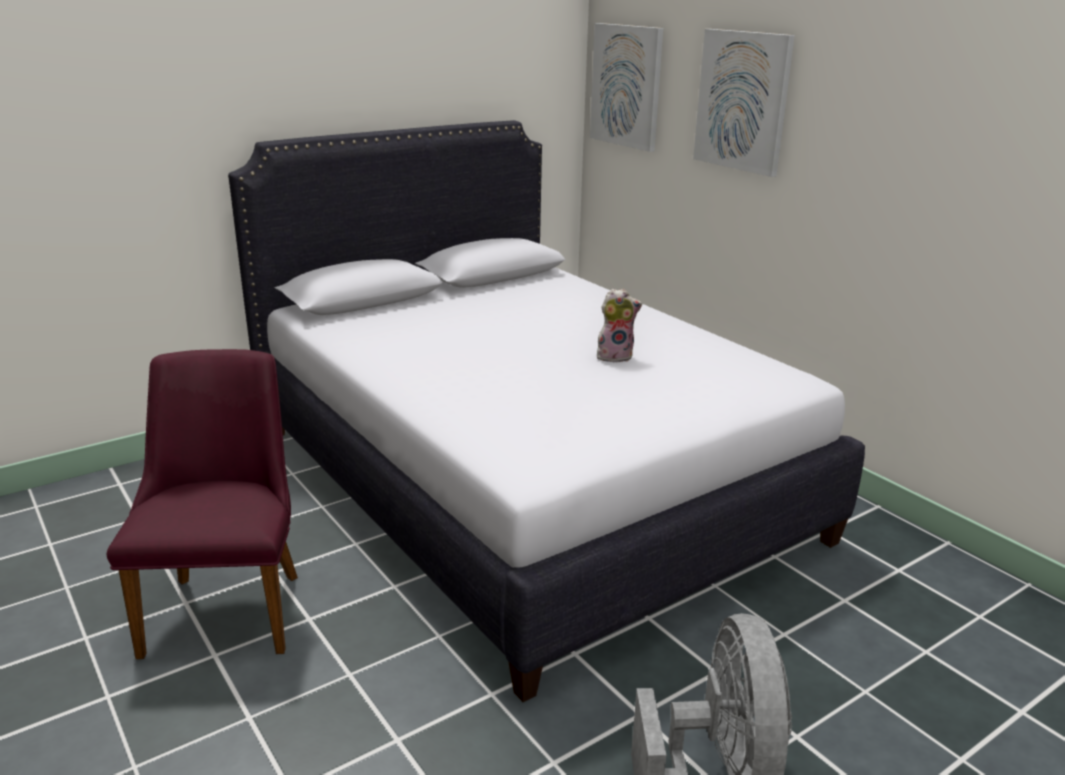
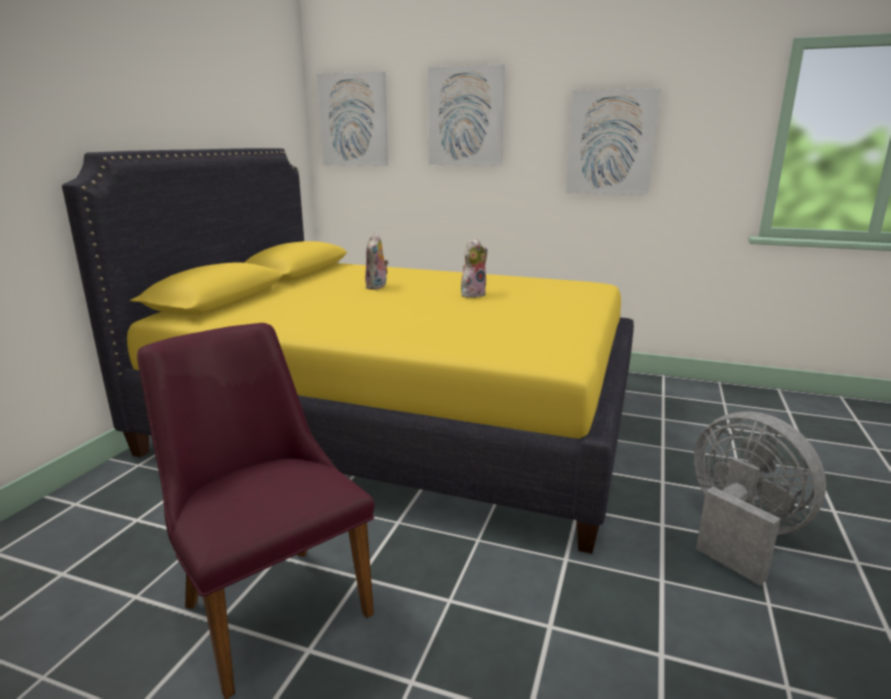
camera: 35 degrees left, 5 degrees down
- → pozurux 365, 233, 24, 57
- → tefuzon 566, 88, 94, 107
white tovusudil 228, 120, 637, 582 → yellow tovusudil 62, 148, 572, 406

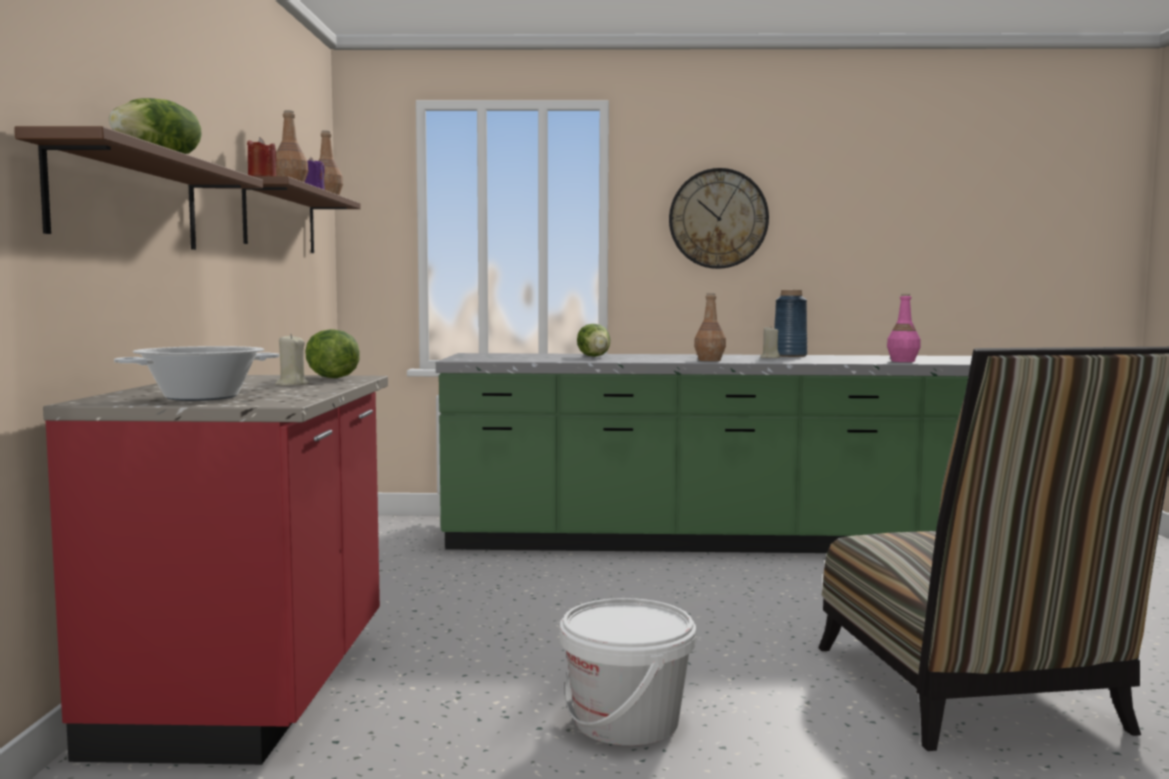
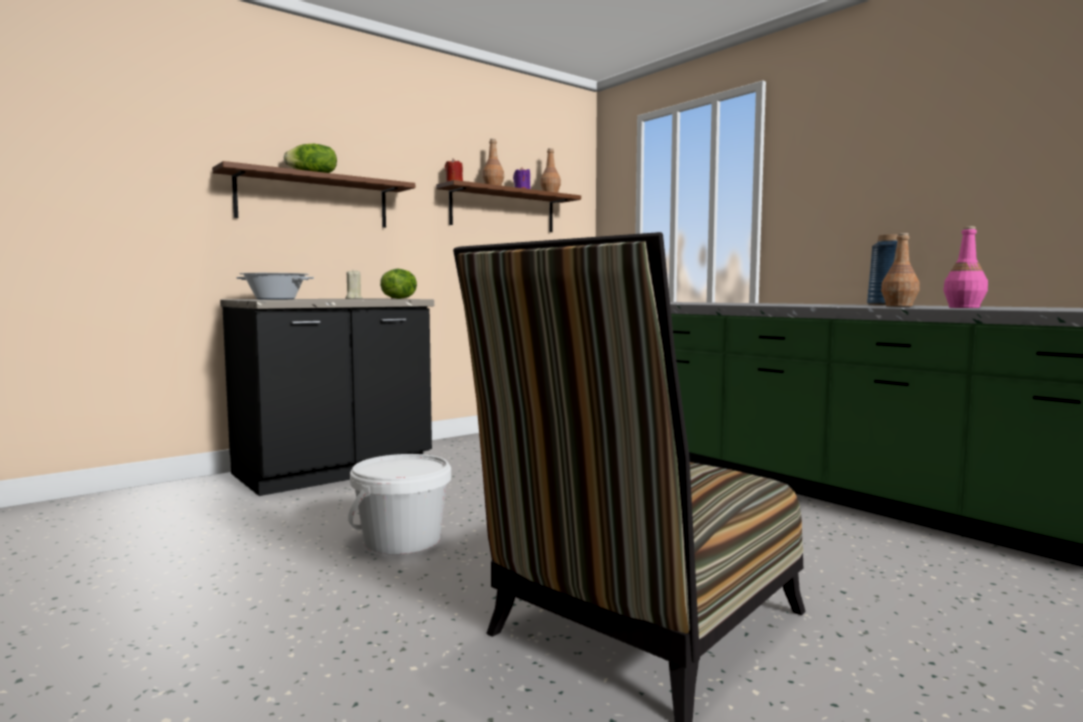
camera: 50 degrees right, 0 degrees up
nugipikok 577, 324, 33, 33 → -
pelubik 669, 168, 100, 101 → -
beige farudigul 760, 327, 20, 31 → -
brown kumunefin 694, 293, 32, 68 → brown kumunefin 881, 233, 38, 74, move
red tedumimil 43, 375, 345, 390 → black tedumimil 220, 298, 214, 198

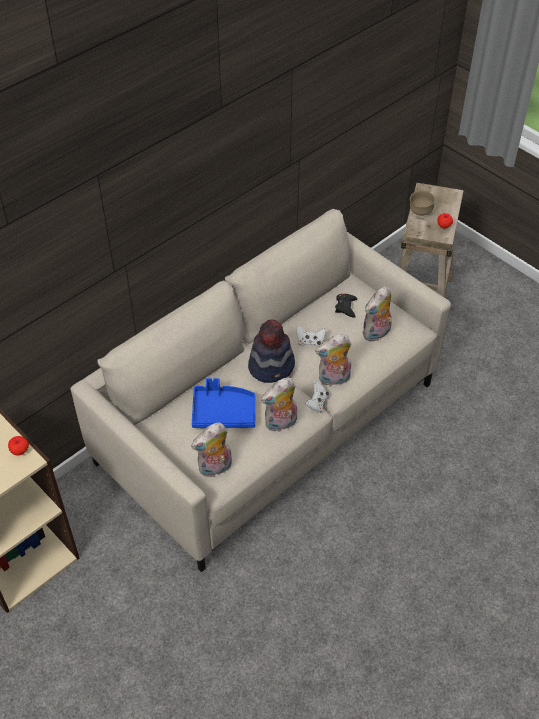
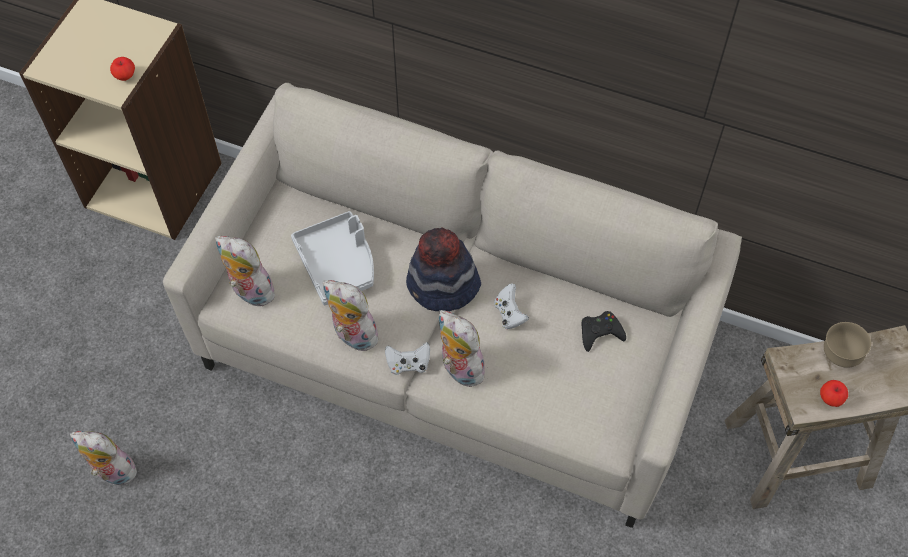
camera: 65 degrees right, 10 degrees up
pozurux 362, 286, 30, 56 → pozurux 70, 431, 72, 54, move
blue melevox 192, 378, 63, 50 → grey melevox 291, 211, 83, 94

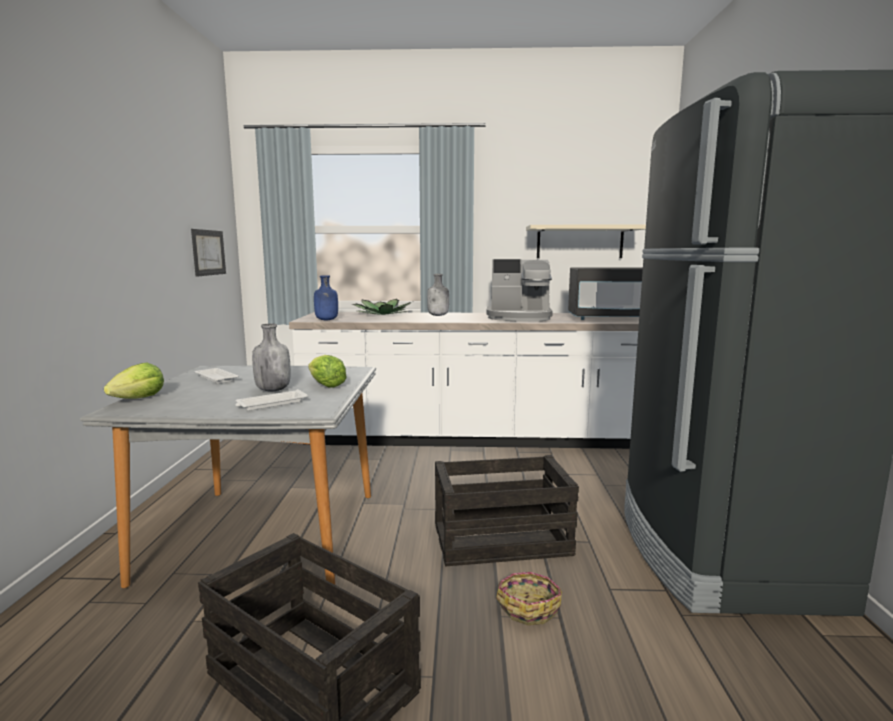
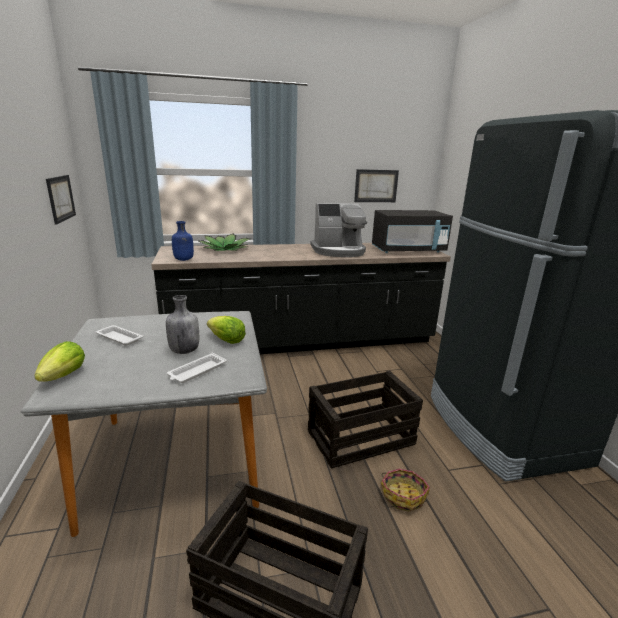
camera: 15 degrees left, 10 degrees up
grey kumunefin 427, 274, 22, 42 → -
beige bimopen 526, 224, 120, 34 → tefuzon 354, 169, 45, 33
white tedumimil 289, 312, 350, 137 → black tedumimil 151, 243, 300, 111

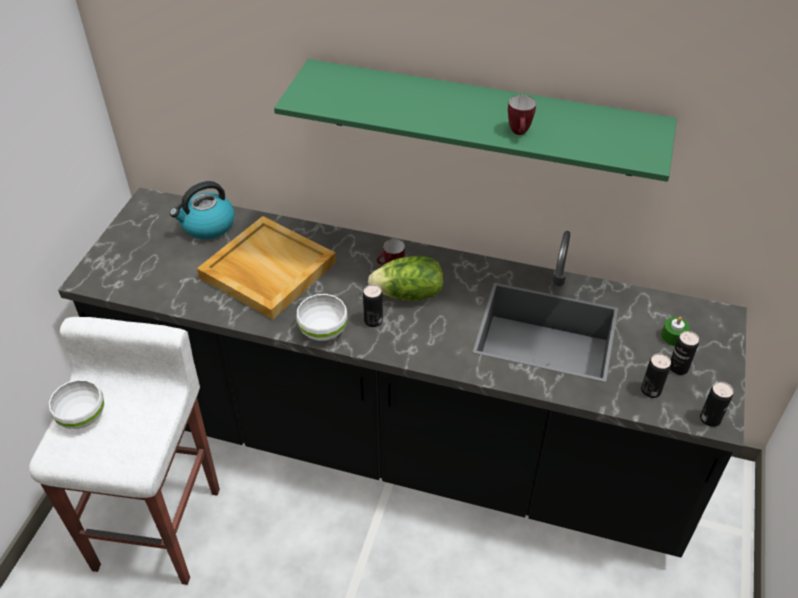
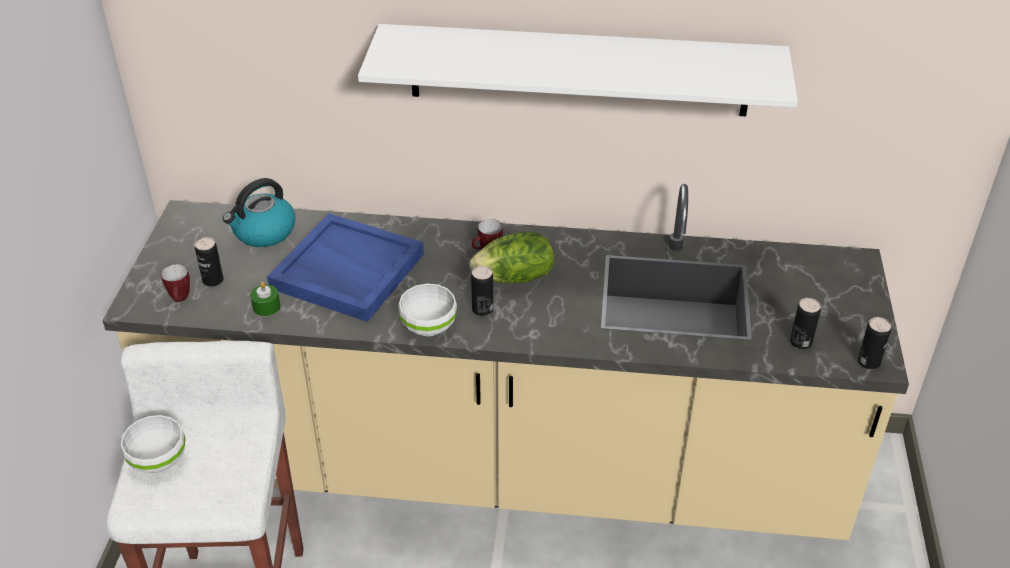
camera: 10 degrees left, 5 degrees down
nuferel 508, 95, 28, 40 → nuferel 161, 264, 29, 38, move
green farudigul 661, 317, 29, 29 → green farudigul 250, 282, 30, 34, move
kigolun 670, 331, 29, 44 → kigolun 195, 237, 29, 49, move
black tedumimil 58, 187, 689, 371 → beige tedumimil 102, 184, 807, 356
beige melevox 197, 216, 139, 104 → blue melevox 267, 213, 157, 109
green bimopen 274, 59, 403, 123 → white bimopen 358, 24, 440, 92

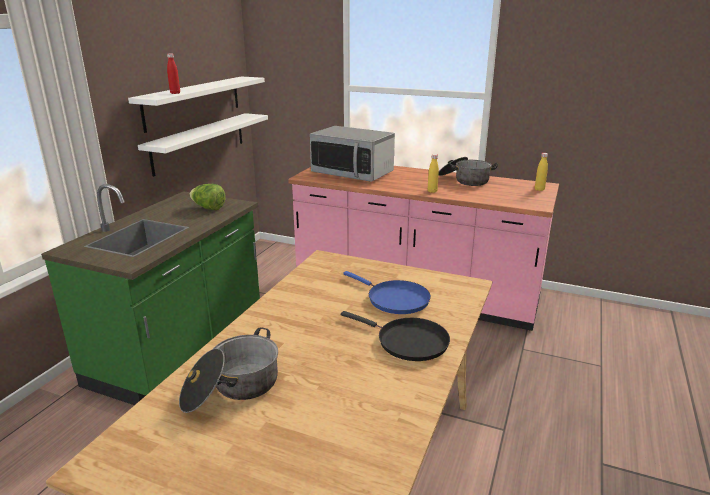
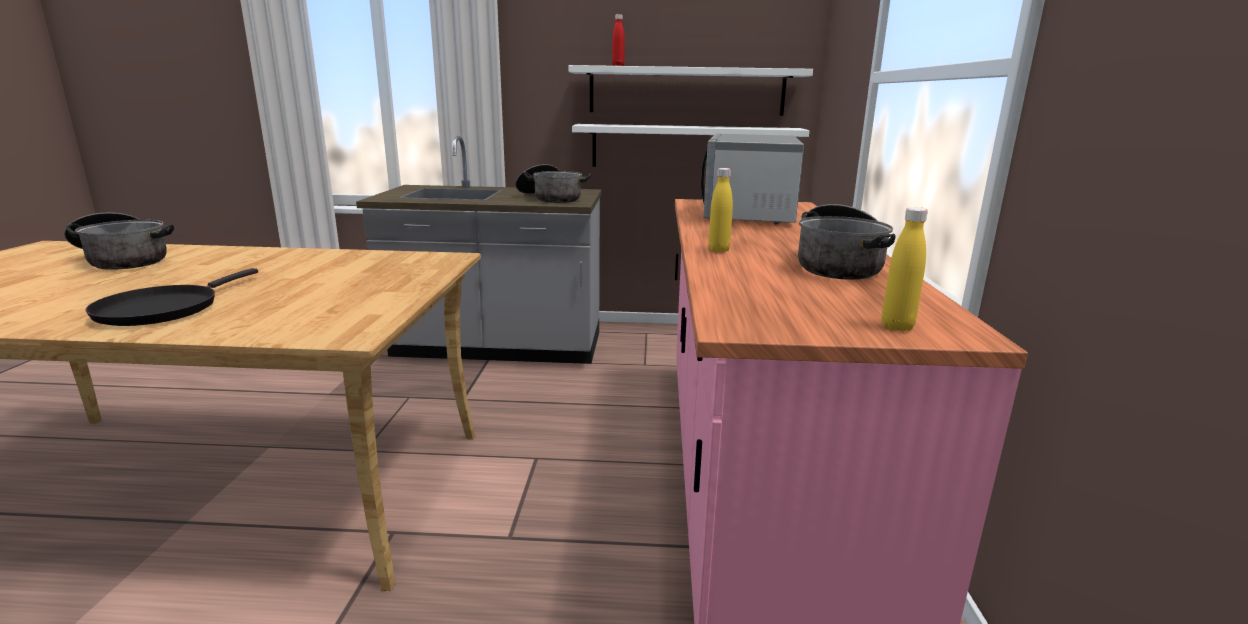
camera: 70 degrees right, 5 degrees down
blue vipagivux 343, 271, 88, 43 → -
nugipikok 190, 184, 36, 26 → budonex 515, 164, 76, 39
green tedumimil 41, 184, 219, 221 → grey tedumimil 356, 136, 246, 228

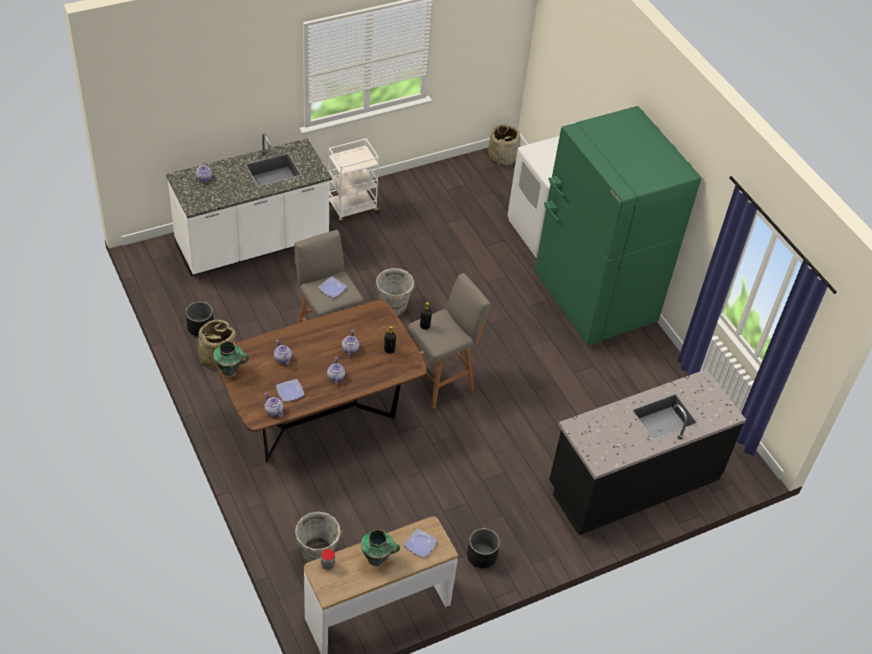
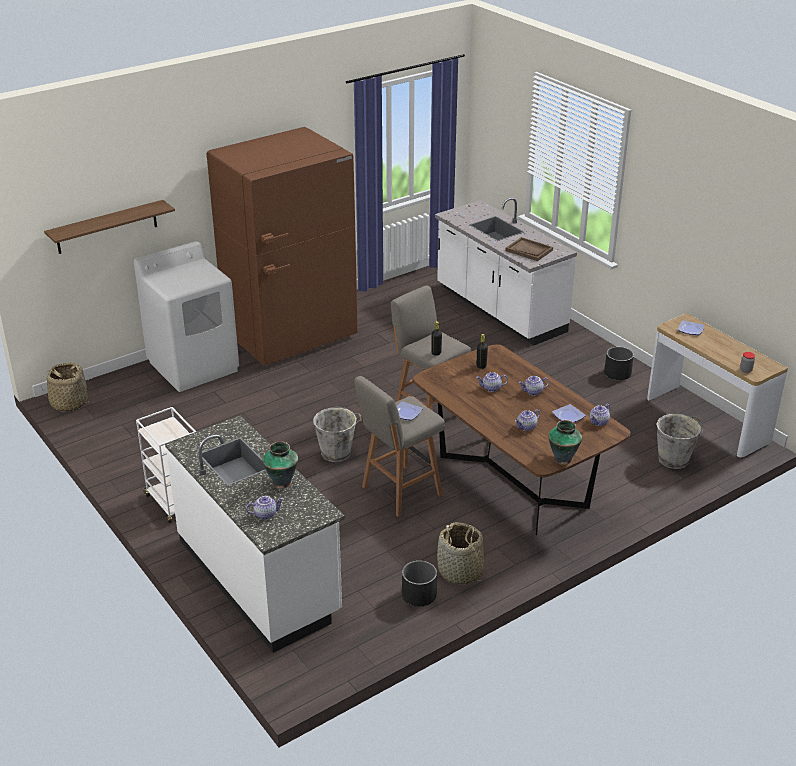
camera: 95 degrees left, 15 degrees down
- → bimopen 44, 200, 131, 54
- → brown melevox 505, 237, 48, 24
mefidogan 361, 529, 39, 38 → mefidogan 263, 441, 35, 48, move
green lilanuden 535, 106, 166, 240 → brown lilanuden 207, 127, 151, 239
black tedumimil 549, 369, 197, 166 → white tedumimil 435, 197, 142, 148

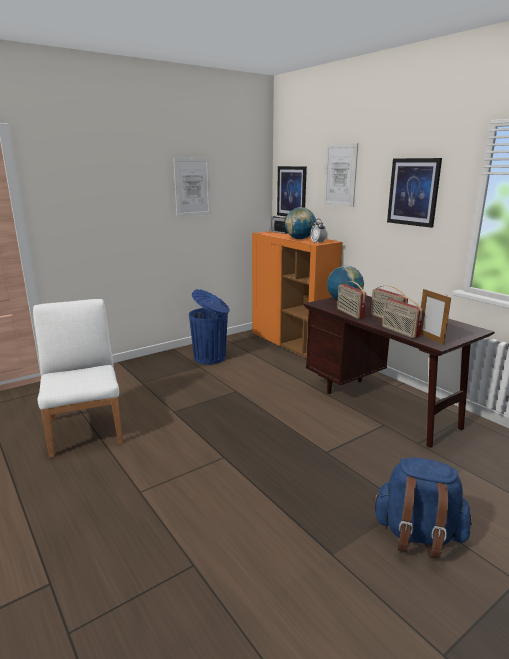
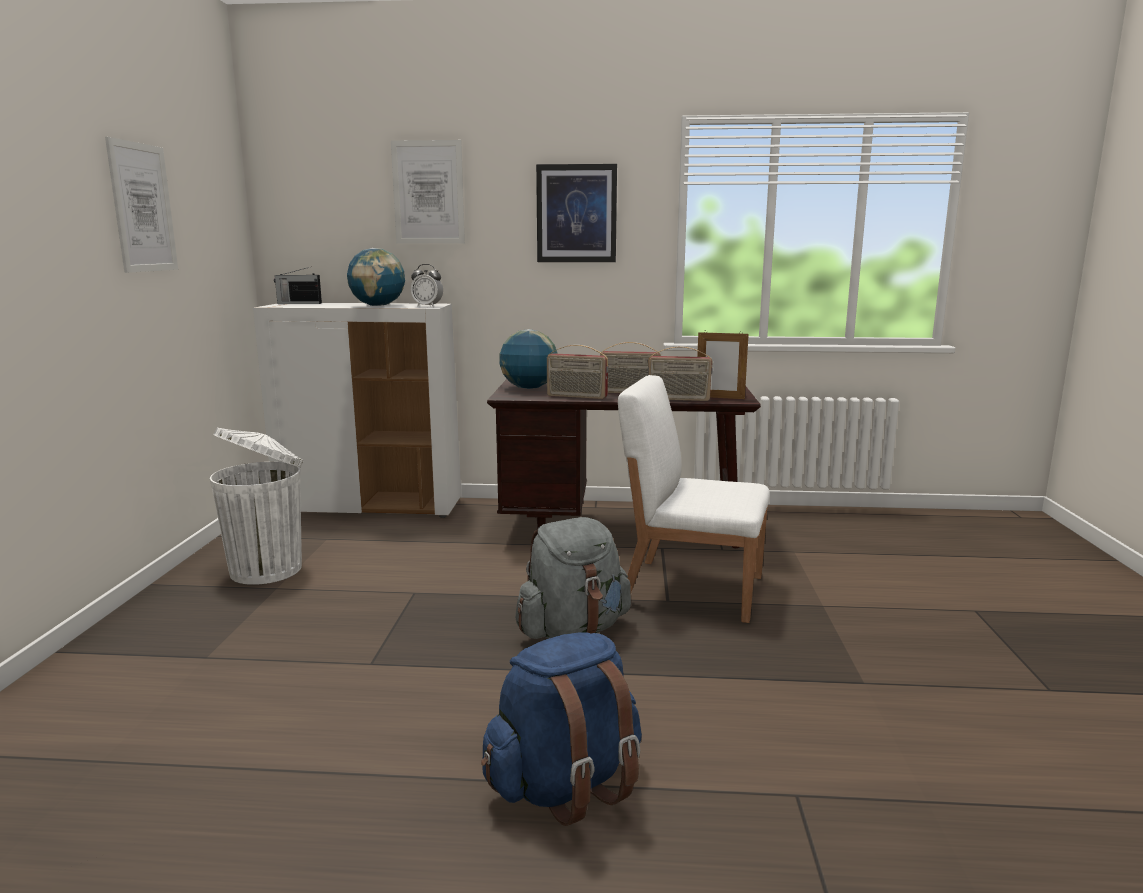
camera: 50 degrees left, 5 degrees down
tefuzon 277, 166, 30, 50 → -
- → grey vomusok 515, 517, 116, 122
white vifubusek 33, 299, 90, 159 → white vifubusek 618, 375, 152, 248, move
blue vomusok 373, 457, 99, 102 → blue vomusok 481, 632, 161, 194, move
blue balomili 189, 289, 41, 76 → white balomili 210, 428, 94, 157
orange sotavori 252, 231, 91, 128 → white sotavori 253, 303, 208, 215

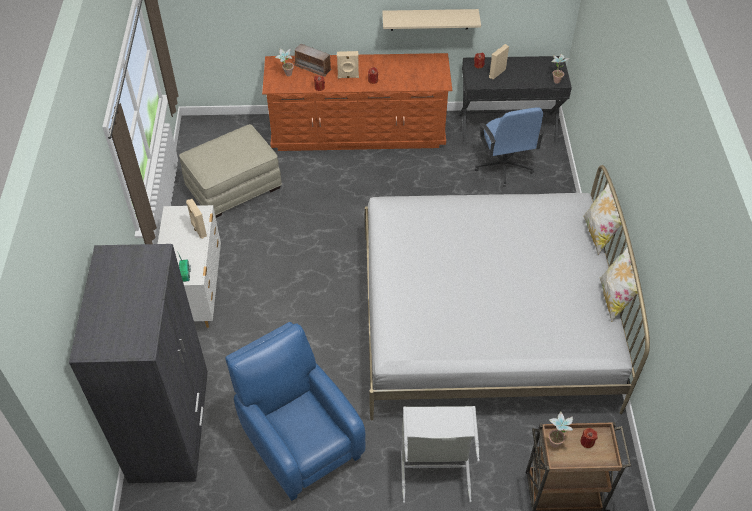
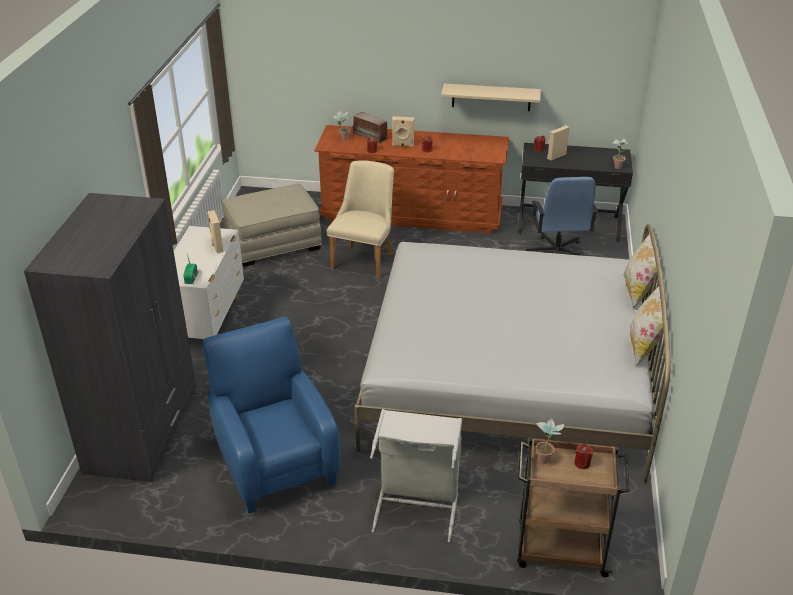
camera: 10 degrees right, 15 degrees down
- → beige vifubusek 327, 161, 67, 118

